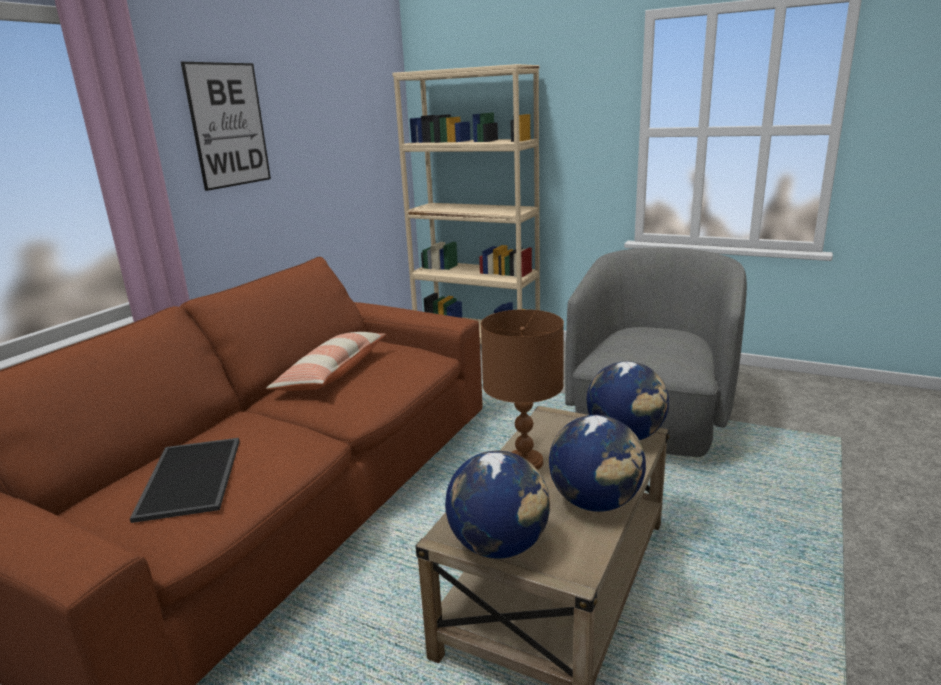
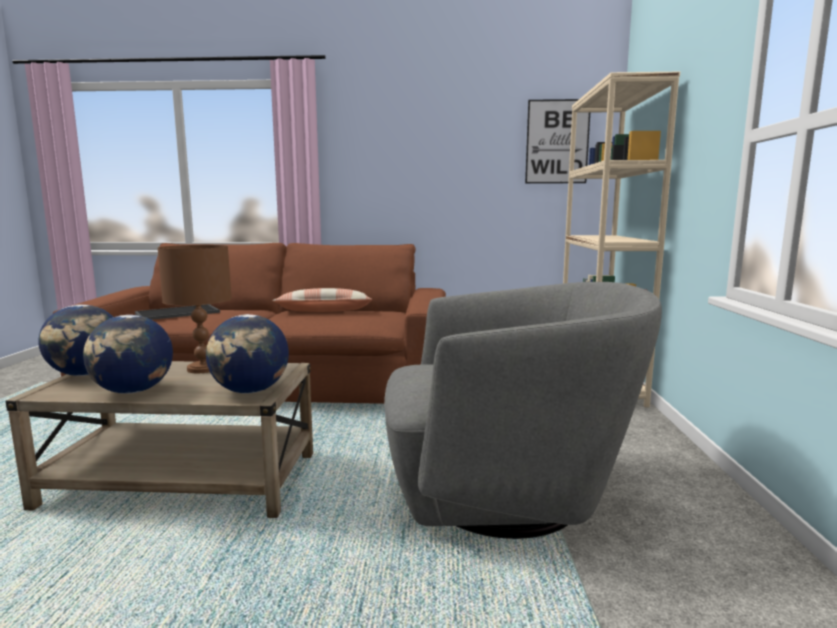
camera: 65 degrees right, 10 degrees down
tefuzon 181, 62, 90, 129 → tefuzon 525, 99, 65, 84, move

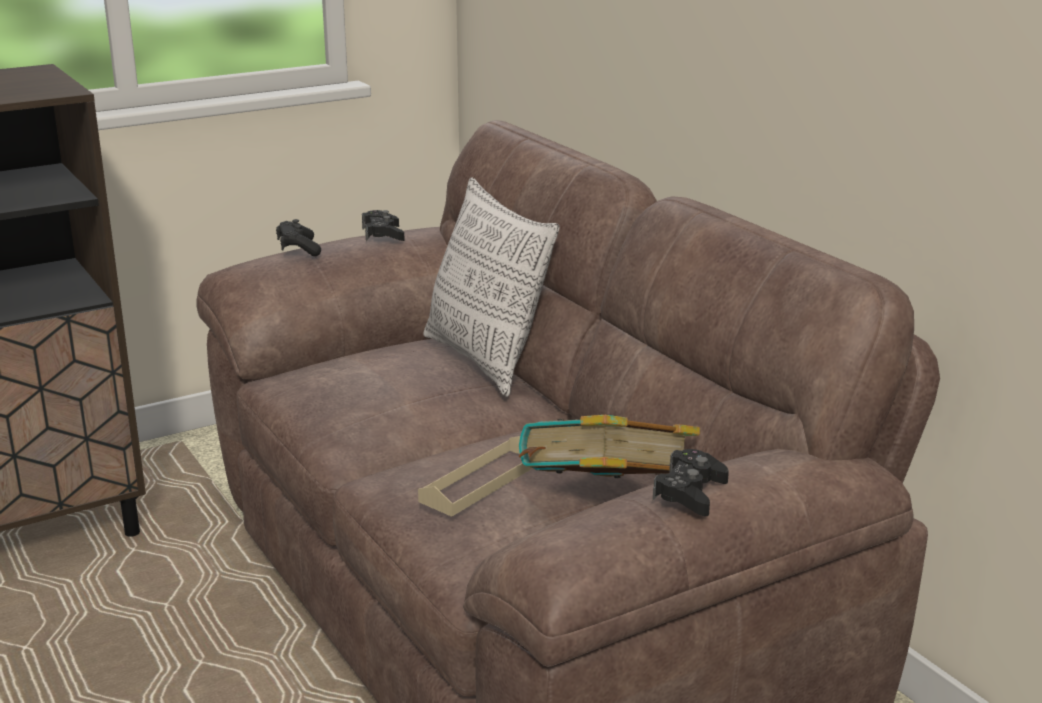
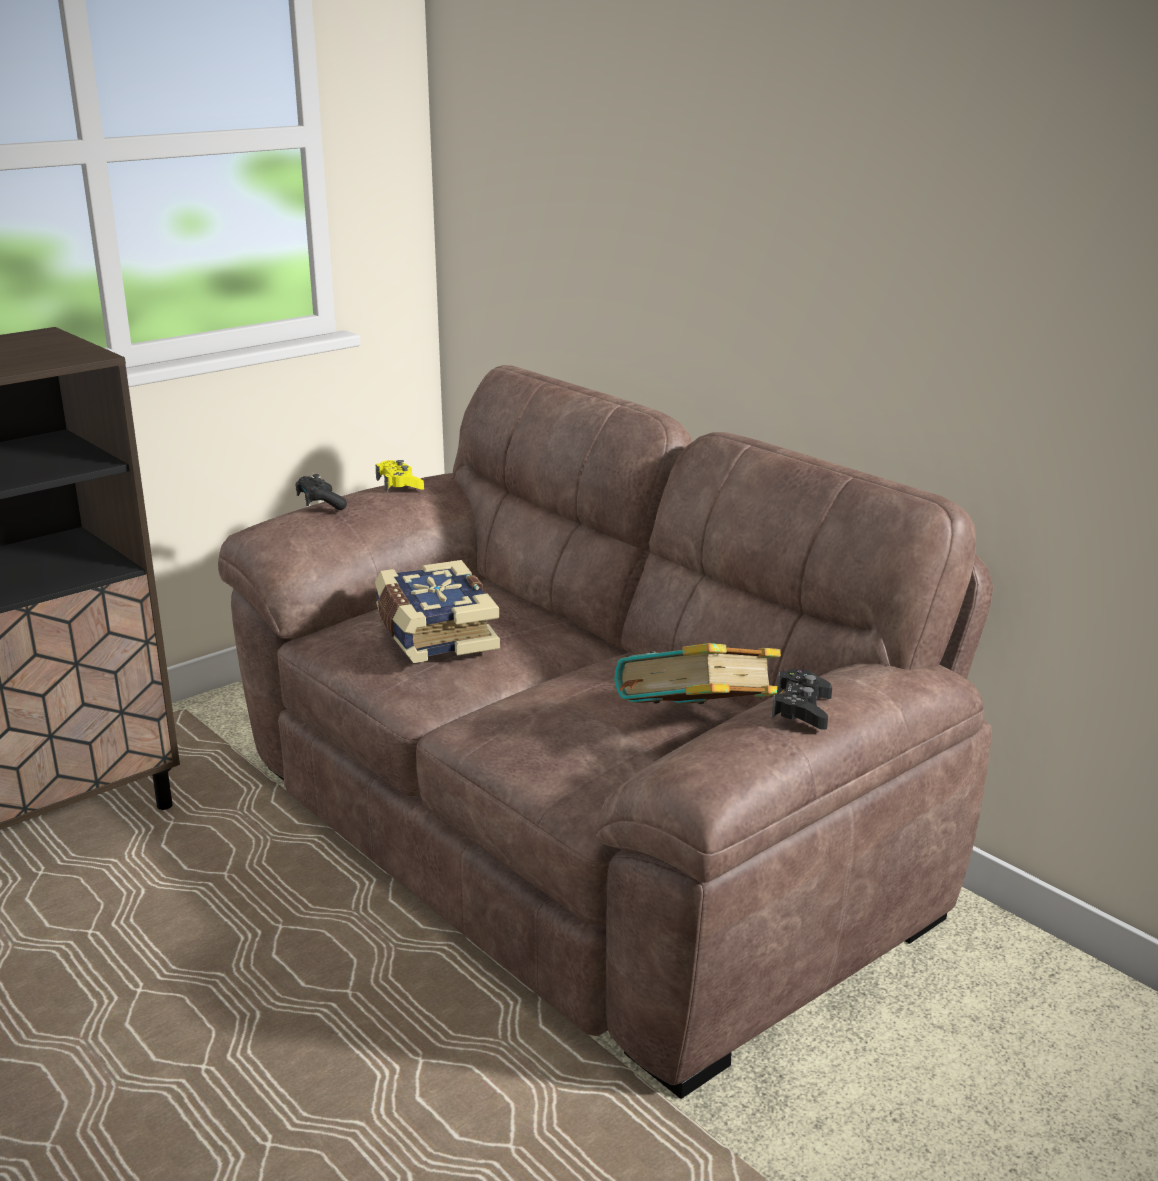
camera: 10 degrees left, 0 degrees up
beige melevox 418, 436, 115, 81 → -
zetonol 423, 177, 137, 220 → -
- → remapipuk 375, 560, 125, 103
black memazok 362, 210, 43, 31 → yellow memazok 376, 460, 48, 32

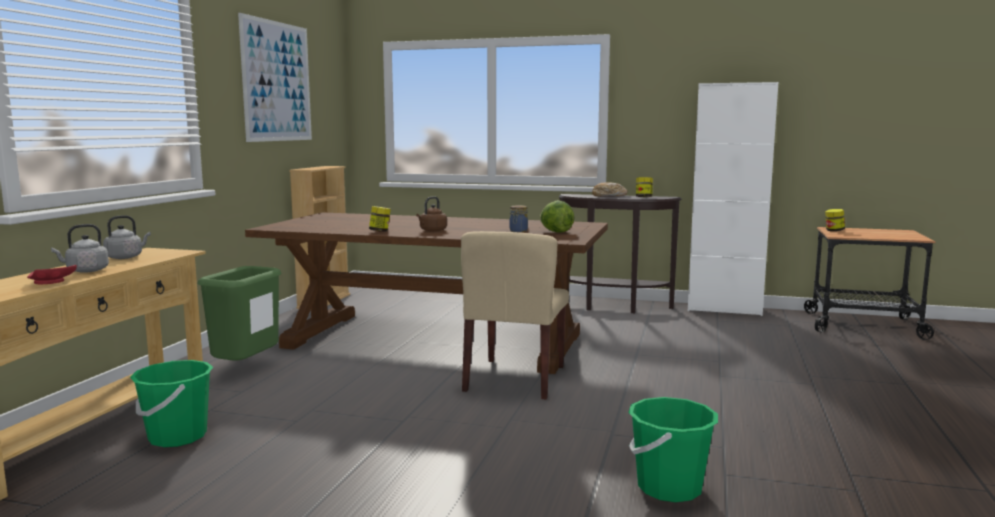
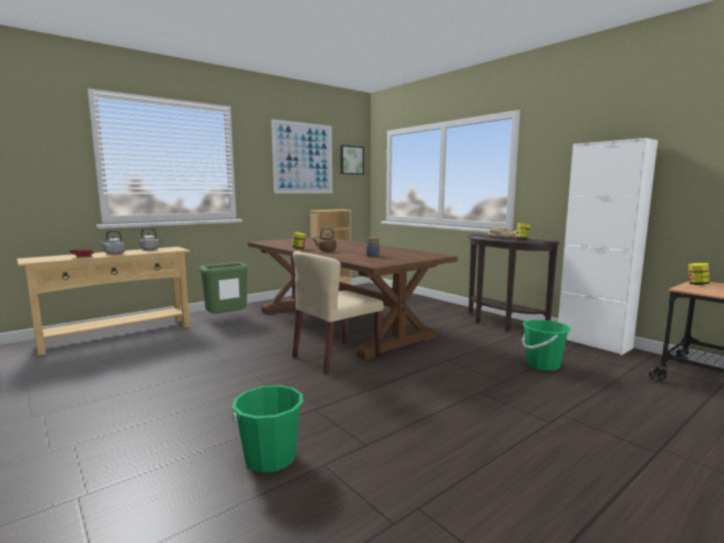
camera: 35 degrees right, 0 degrees up
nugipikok 540, 200, 35, 33 → -
- → tefuzon 340, 145, 24, 30
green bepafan 130, 360, 83, 87 → green bepafan 522, 320, 49, 51, move

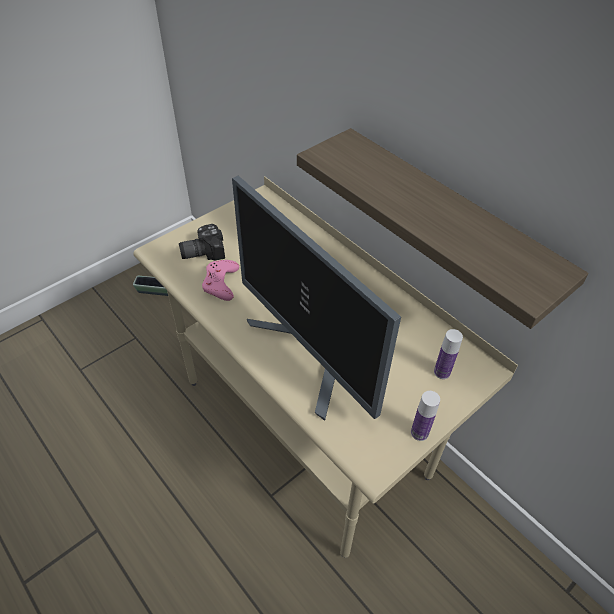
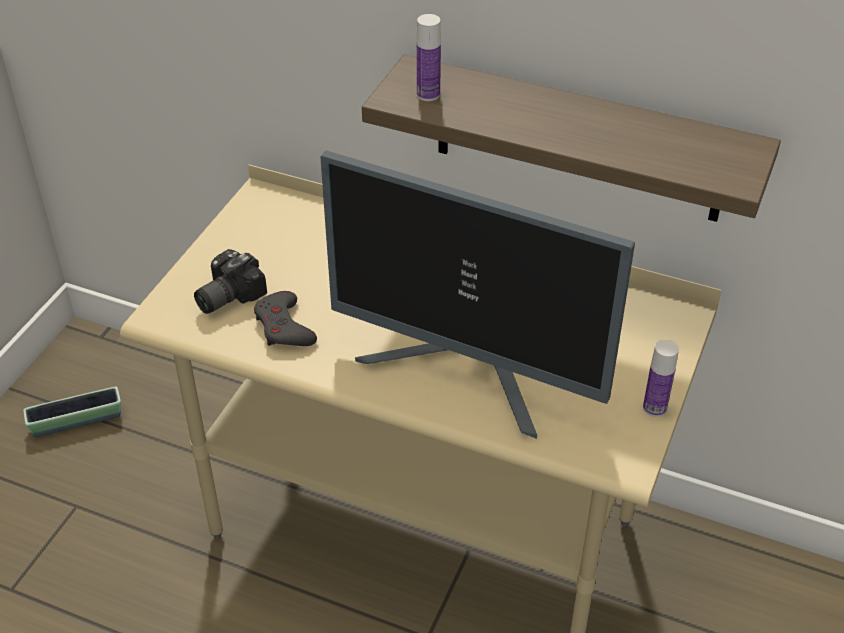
camera: 25 degrees left, 5 degrees down
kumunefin 434, 329, 29, 50 → kumunefin 417, 14, 24, 87, move
pink memazok 202, 260, 37, 41 → grey memazok 254, 291, 63, 55

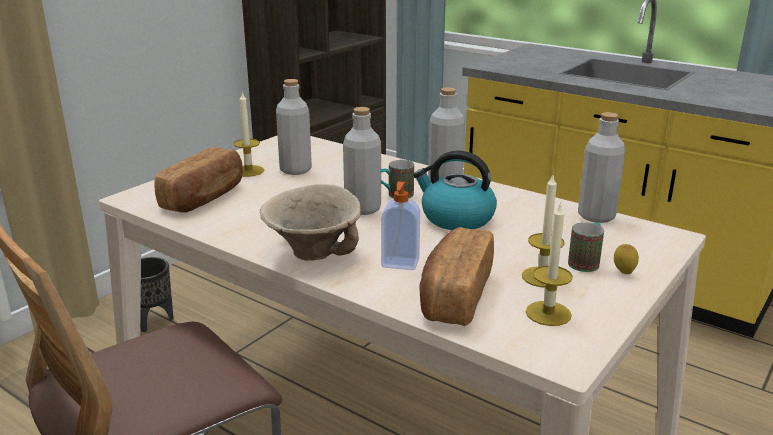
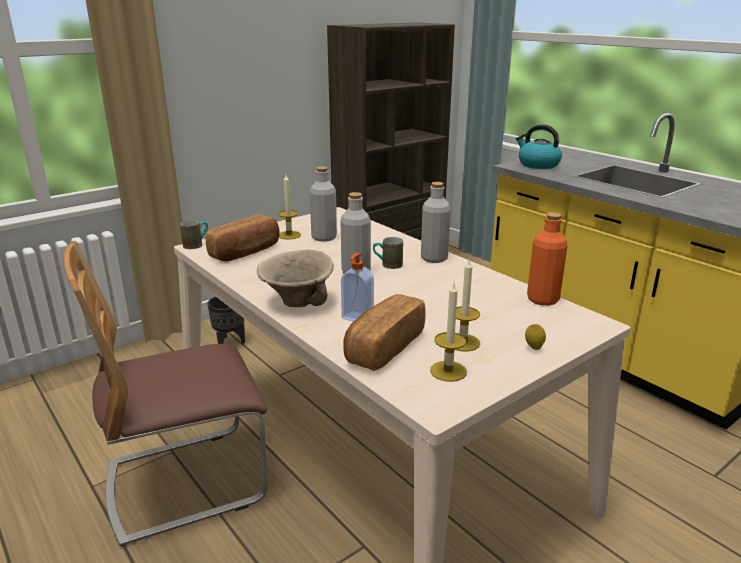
camera: 15 degrees right, 0 degrees up
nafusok 413, 151, 84, 79 → nafusok 516, 124, 46, 45, move
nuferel 568, 222, 36, 50 → nuferel 180, 220, 28, 29, move
grey kumunefin 578, 112, 48, 111 → orange kumunefin 527, 212, 41, 94

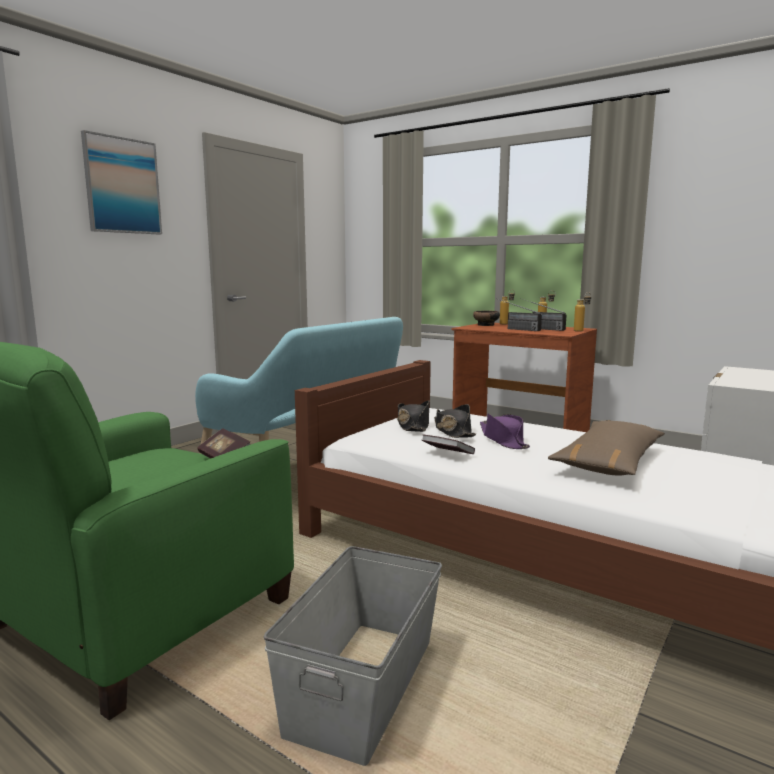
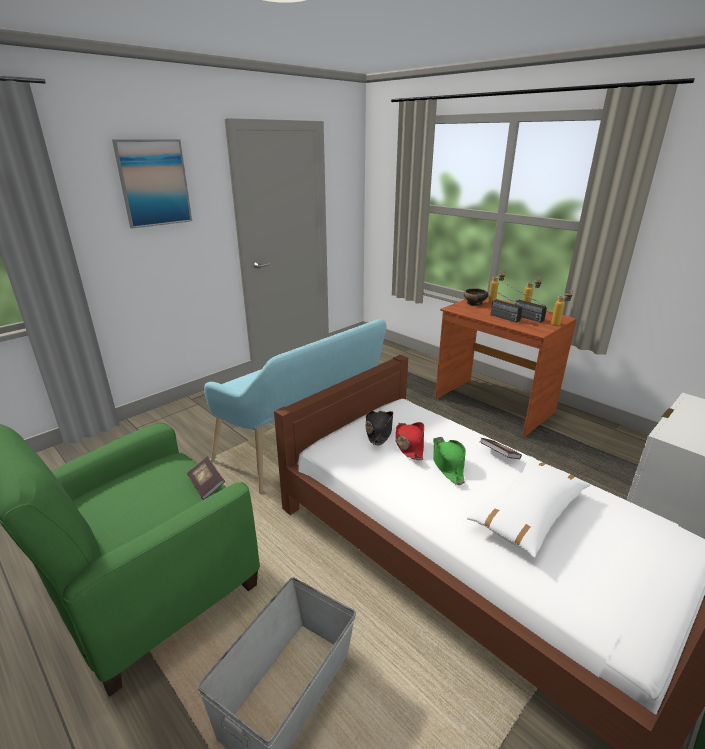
camera: 10 degrees right, 15 degrees up
remapipuk 422, 435, 53, 19 → remapipuk 480, 438, 42, 21, move
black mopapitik 434, 404, 42, 34 → red mopapitik 395, 422, 29, 38
purple mopapitik 480, 414, 50, 35 → green mopapitik 433, 437, 33, 48
brown zetonol 548, 420, 117, 55 → white zetonol 467, 456, 124, 102

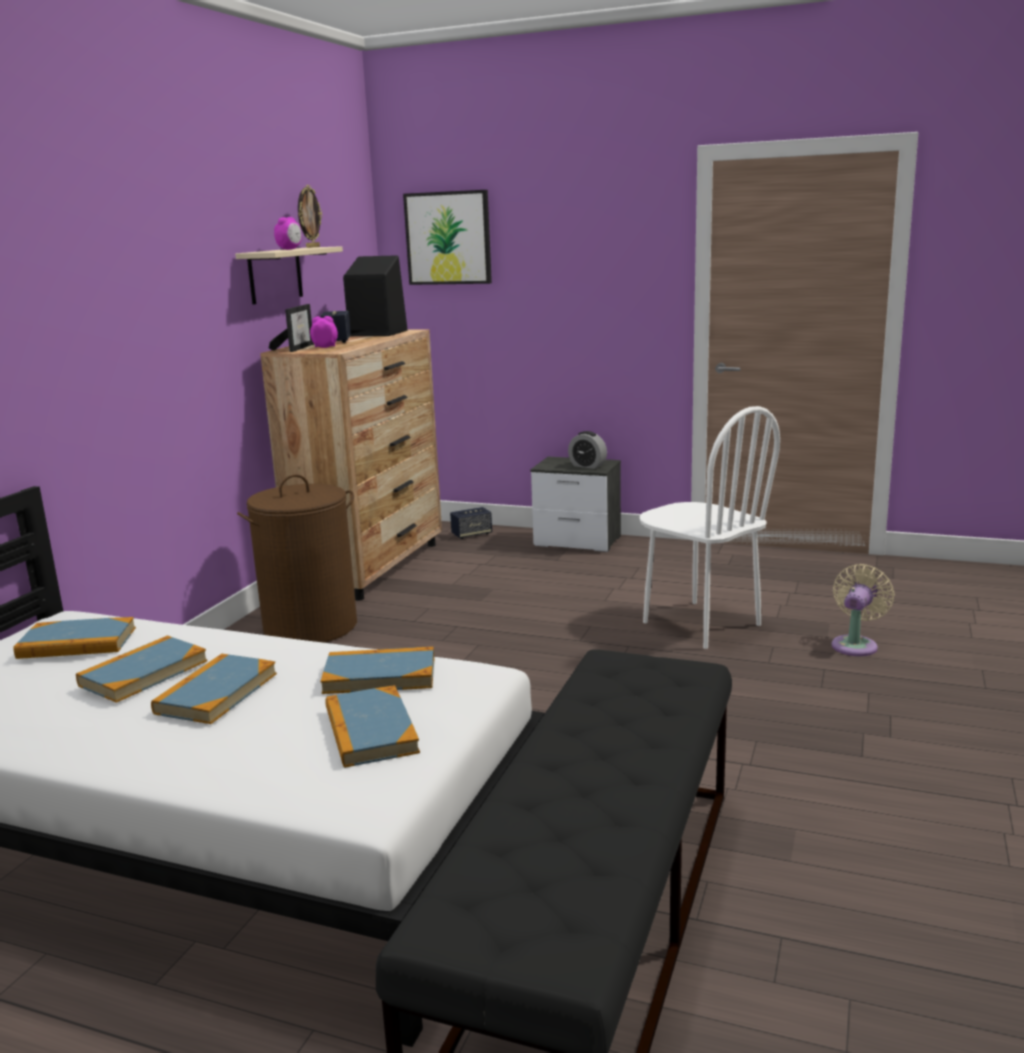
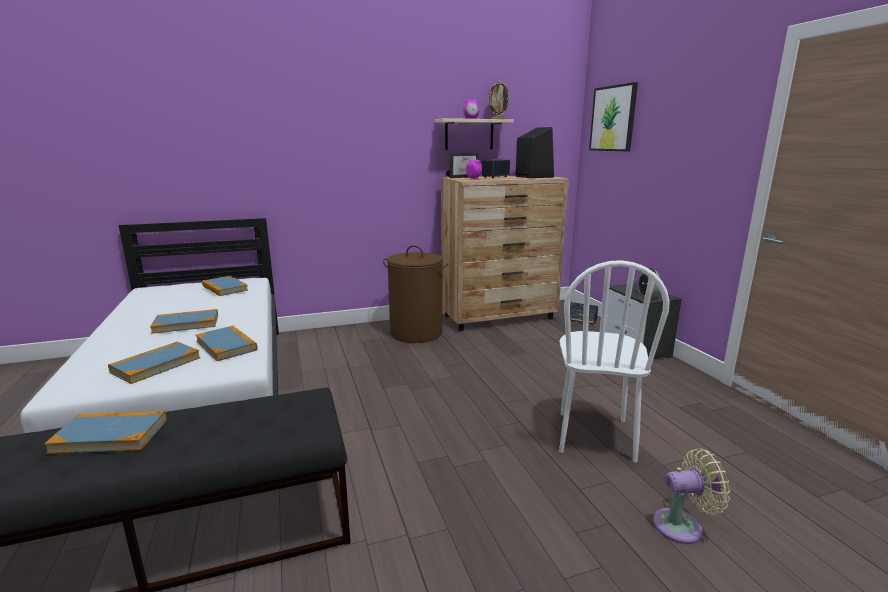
camera: 50 degrees right, 0 degrees up
remapipuk 76, 635, 131, 68 → remapipuk 44, 411, 123, 43, move

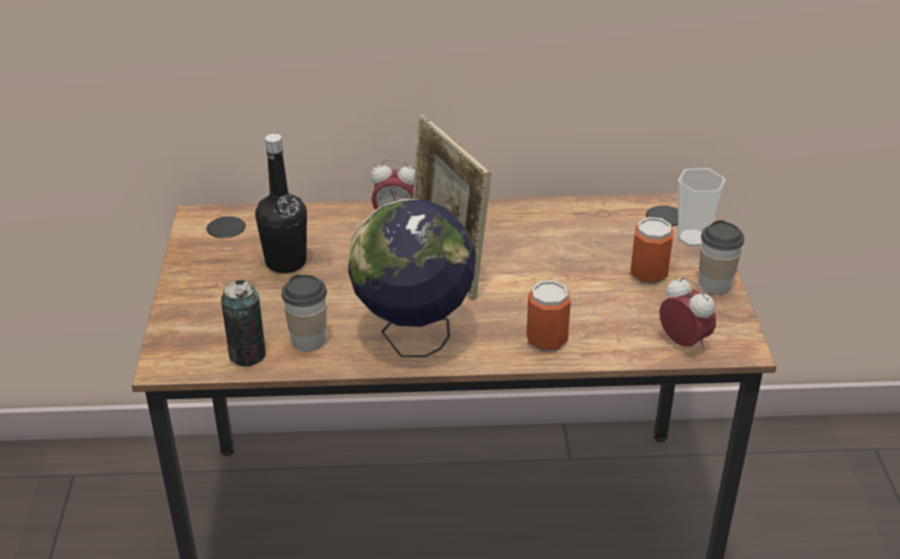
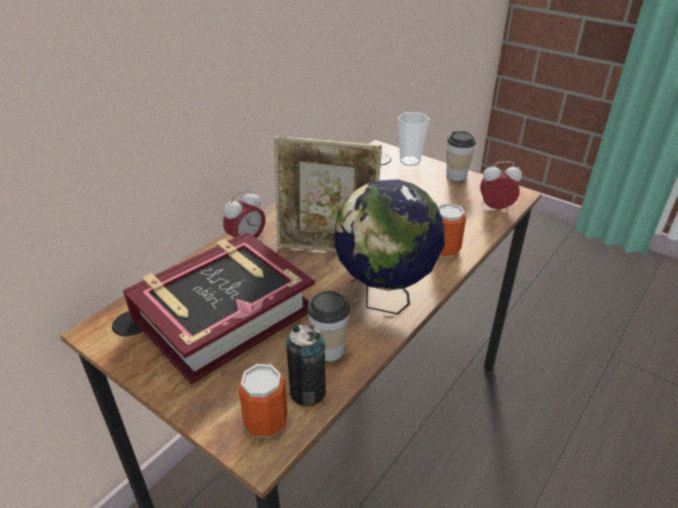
camera: 50 degrees left, 0 degrees up
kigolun 630, 217, 43, 67 → kigolun 238, 364, 50, 74, move
black kumunefin 255, 134, 52, 139 → remapipuk 123, 232, 192, 152

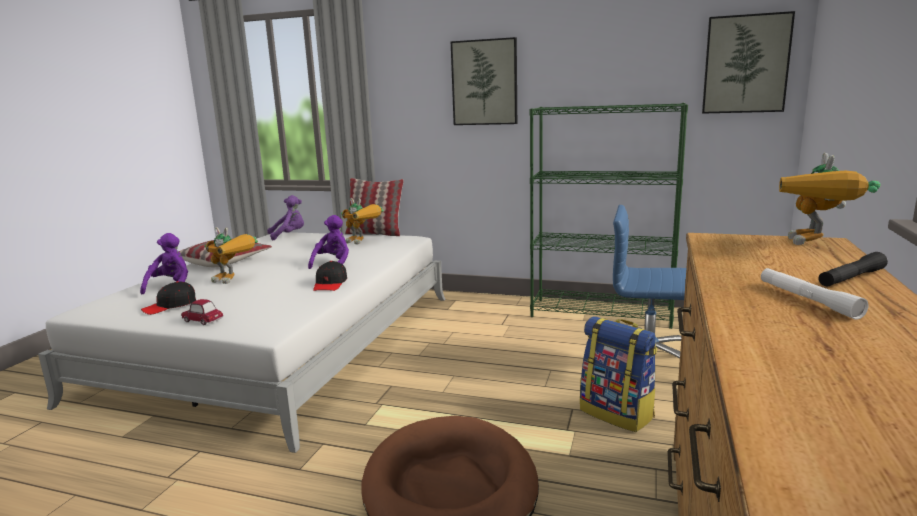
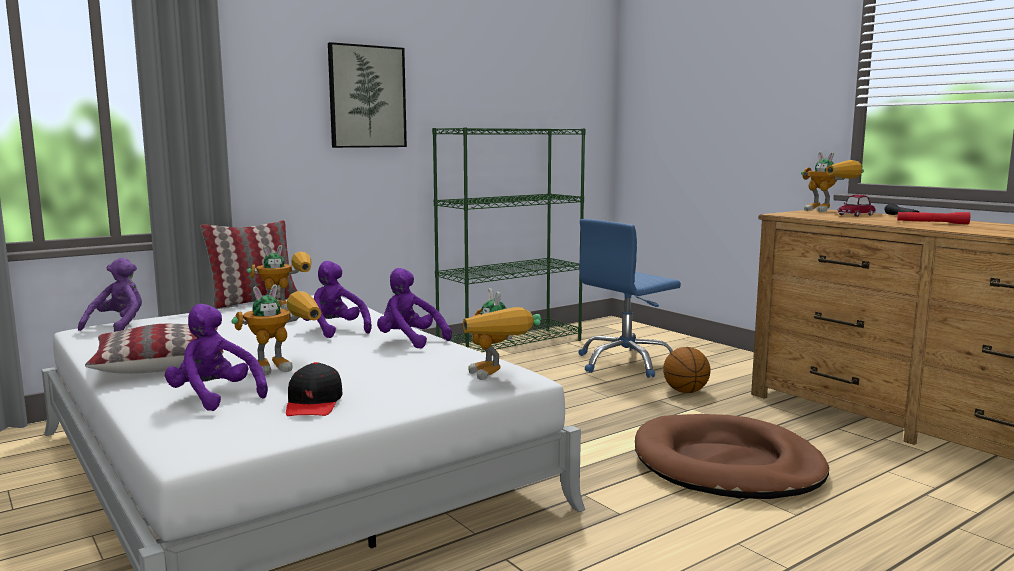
camera: 55 degrees left, 5 degrees down
tefuzon 702, 11, 93, 102 → -
- → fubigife 463, 288, 78, 92
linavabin 181, 299, 43, 26 → linavabin 838, 195, 38, 22, move
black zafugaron 313, 261, 34, 30 → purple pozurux 377, 268, 75, 81
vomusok 580, 316, 77, 116 → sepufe 663, 347, 48, 46
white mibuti 761, 268, 108, 52 → red mibuti 897, 212, 73, 12

